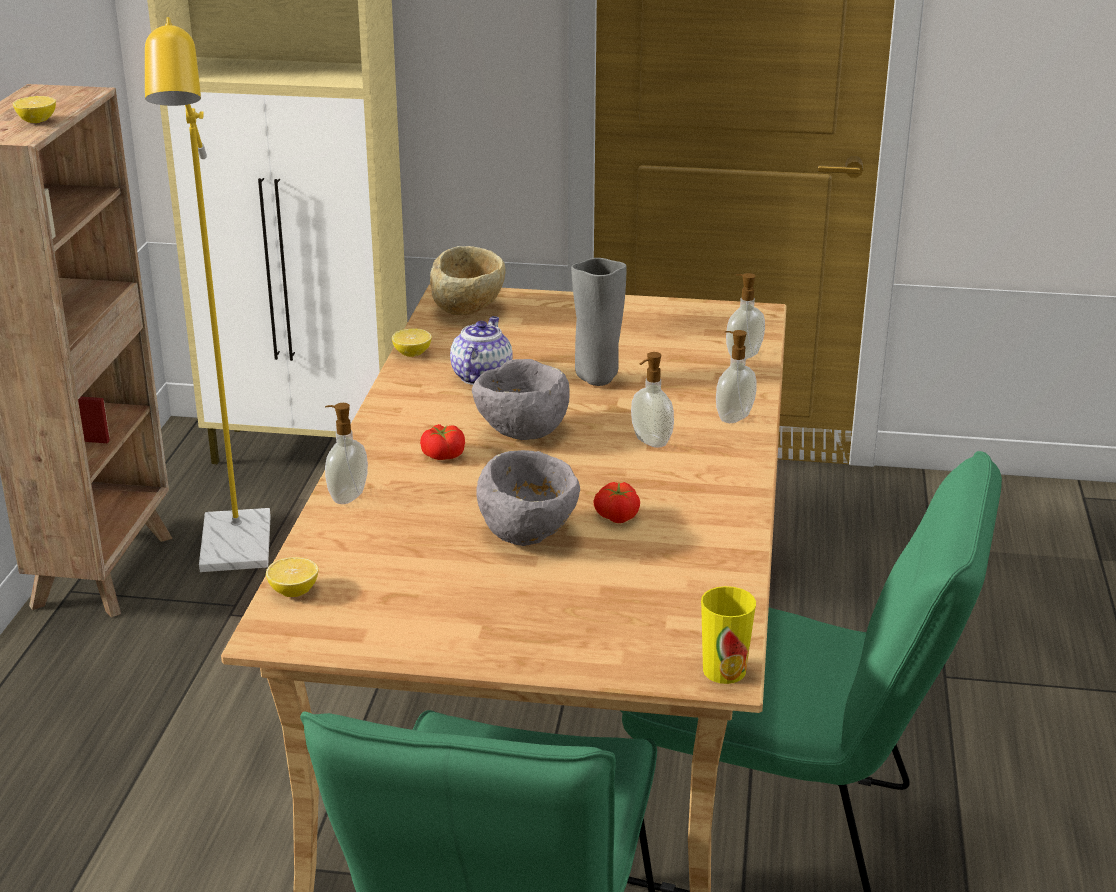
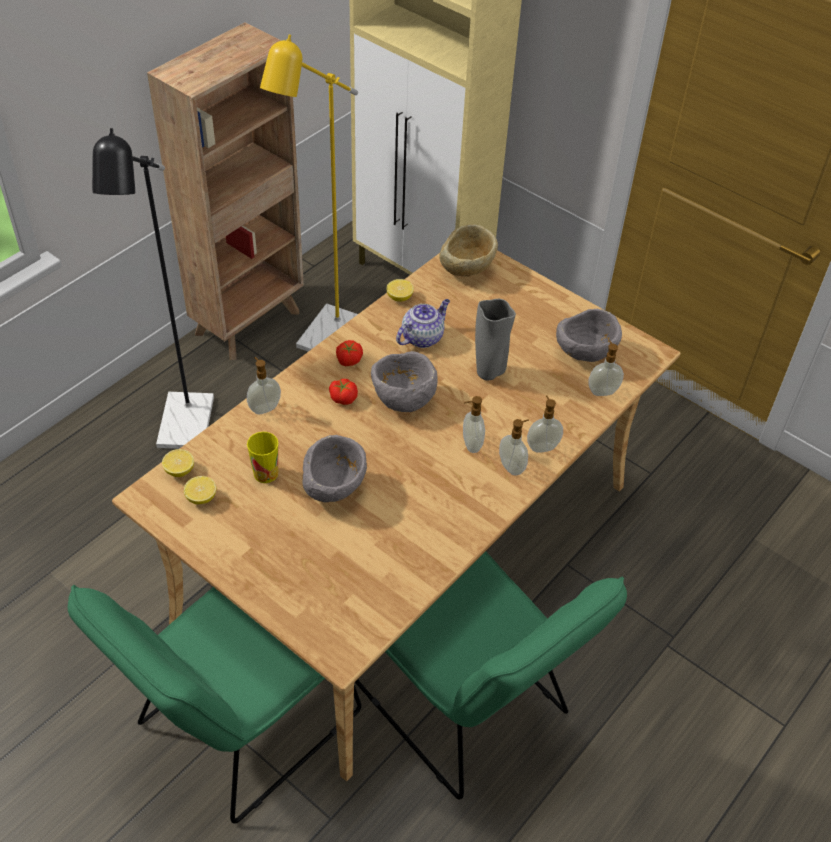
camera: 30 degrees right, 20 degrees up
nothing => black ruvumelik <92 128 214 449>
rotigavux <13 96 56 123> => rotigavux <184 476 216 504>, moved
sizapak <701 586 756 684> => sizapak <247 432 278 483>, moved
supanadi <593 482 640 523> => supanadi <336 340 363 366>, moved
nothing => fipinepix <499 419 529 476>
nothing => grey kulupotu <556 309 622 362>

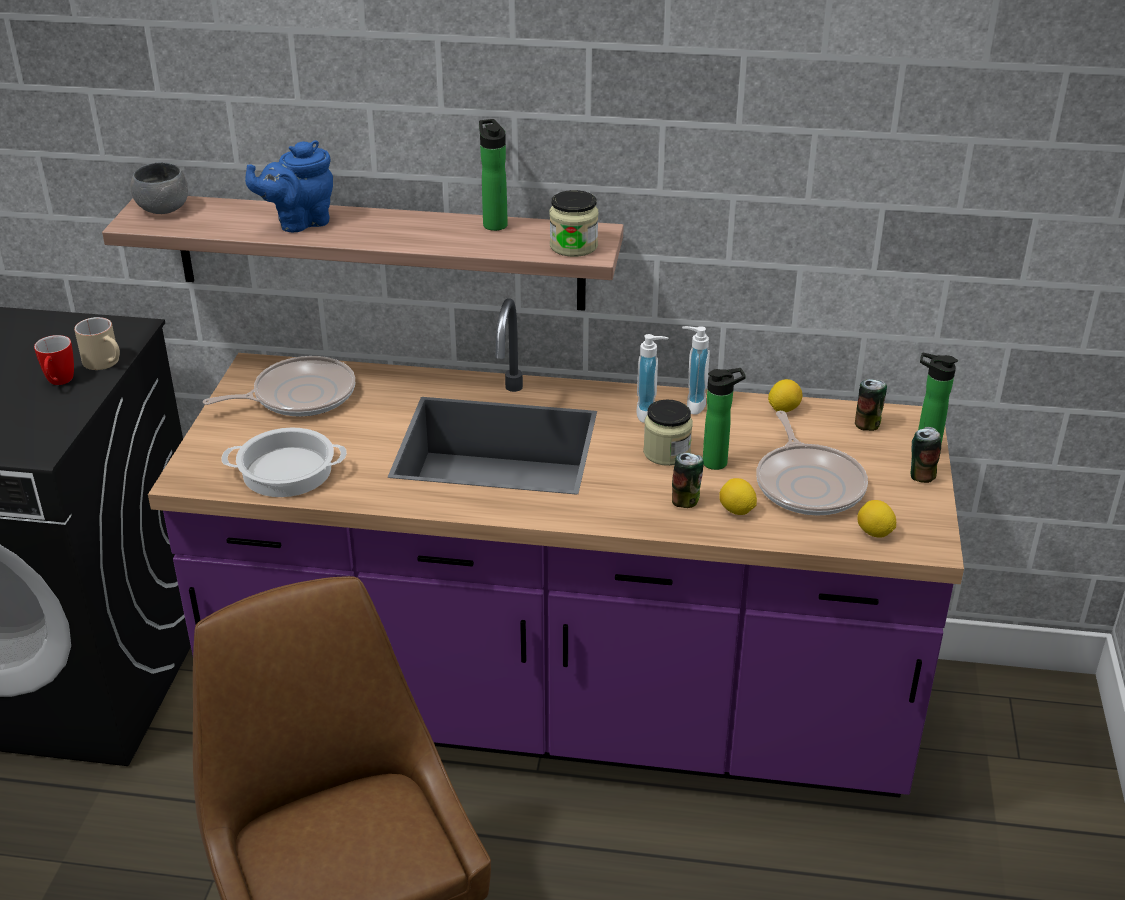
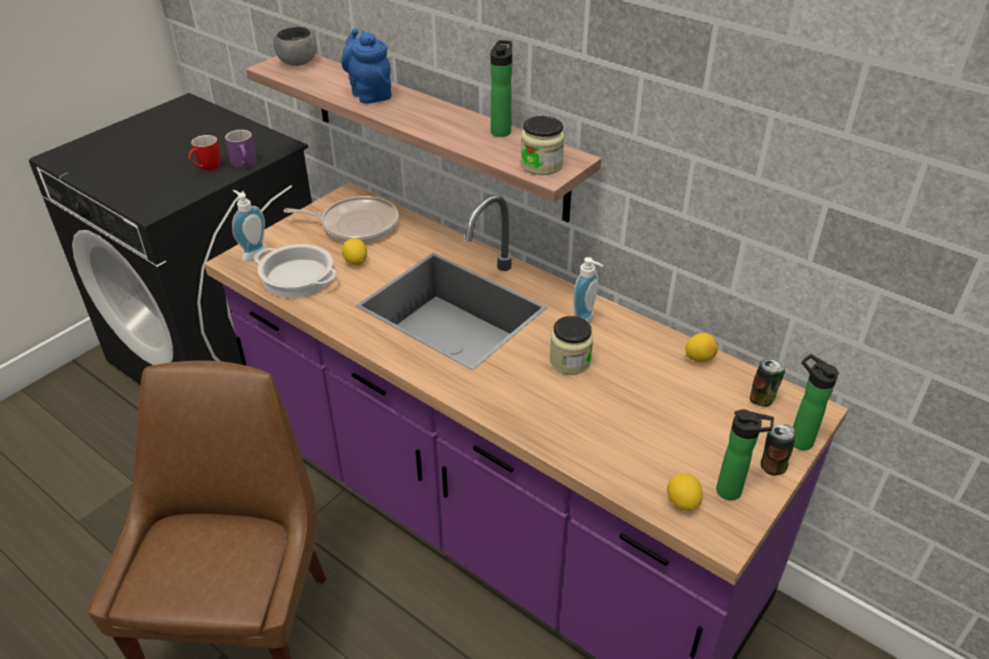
camera: 30 degrees right, 5 degrees up
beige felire <74 317 120 370> => purple felire <225 130 257 168>
fipinepix <682 326 710 415> => fipinepix <232 190 267 262>, moved
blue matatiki <245 140 333 232> => blue matatiki <341 28 392 104>, 60 degrees clockwise
rotigavux <719 478 757 515> => rotigavux <342 238 367 266>, moved
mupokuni <703 368 746 470> => mupokuni <716 409 774 500>, moved
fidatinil <672 453 704 508> => nothing
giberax <756 411 868 515> => nothing

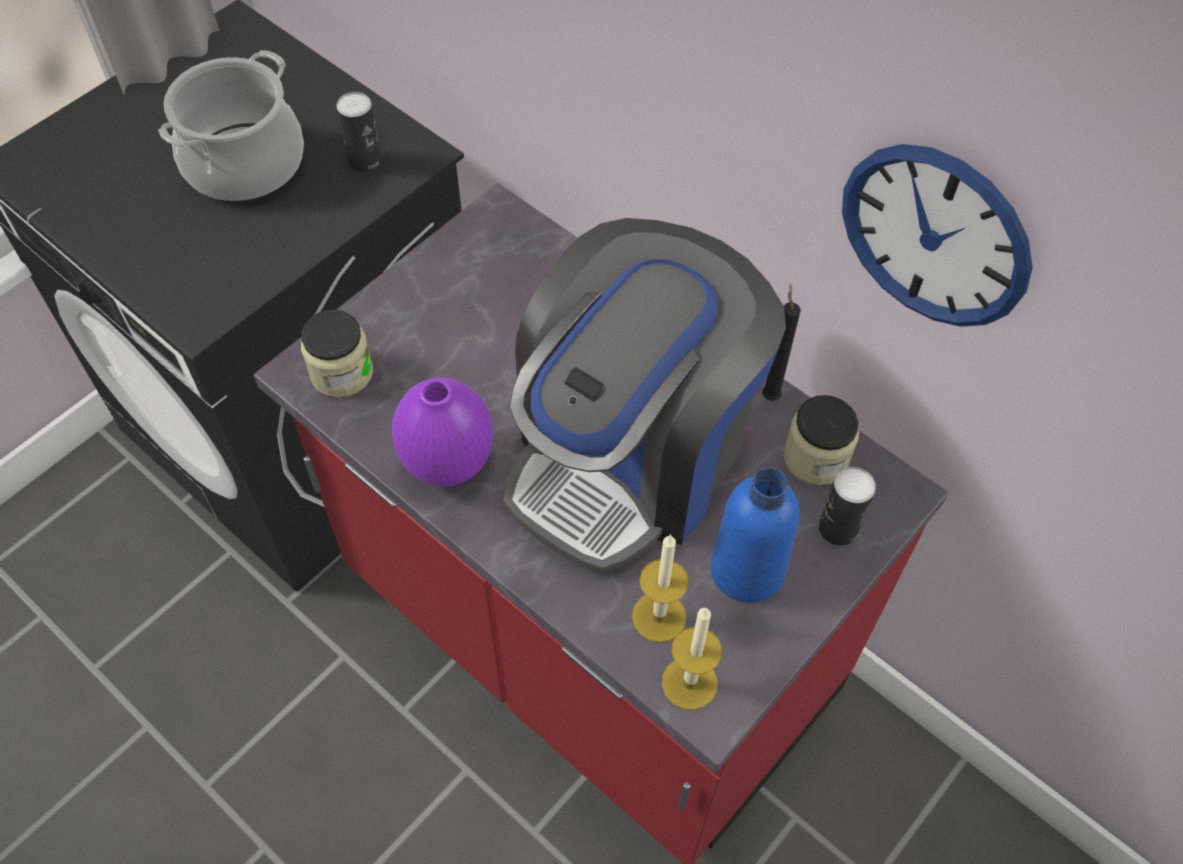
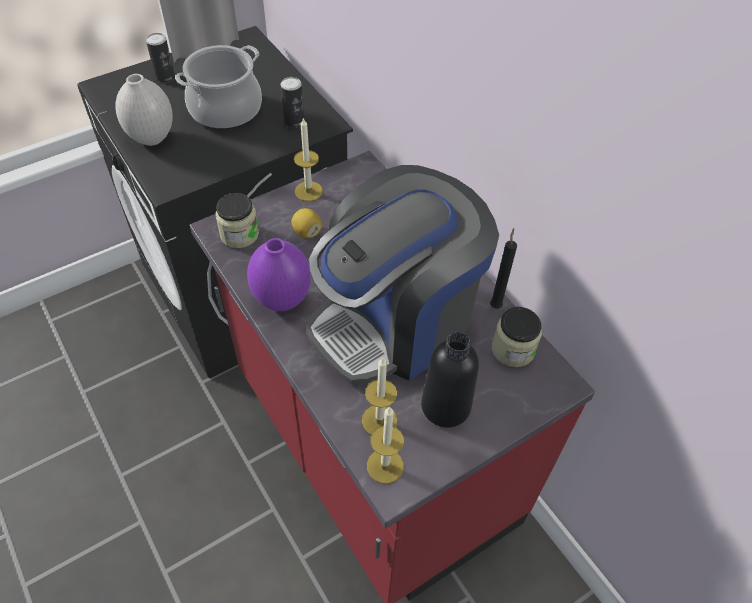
camera: 15 degrees right, 5 degrees down
nothing => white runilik <115 74 173 146>
fidatinil <819 467 876 546> => fidatinil <146 33 175 83>, moved
nothing => rotigavux <291 208 322 238>
nothing => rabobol <294 117 323 201>
blue mupokuni <710 467 799 603> => black mupokuni <421 332 479 428>
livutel <842 144 1033 327> => nothing

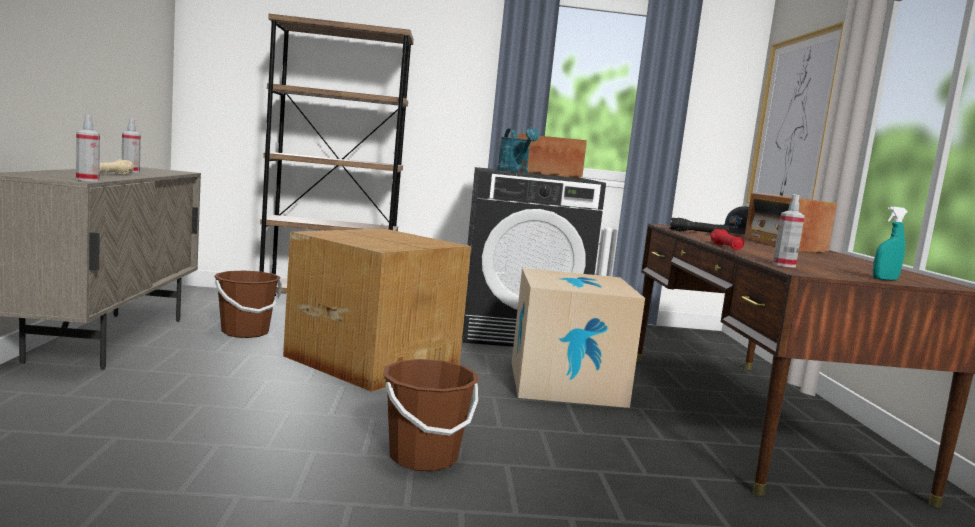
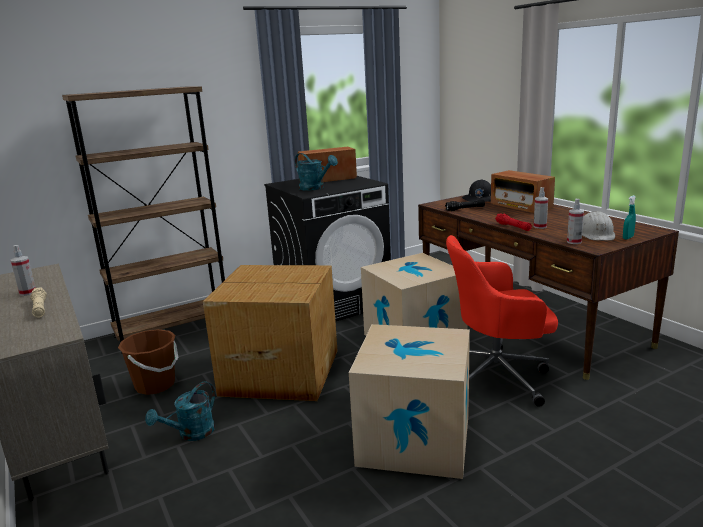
camera: 25 degrees left, 10 degrees up
nothing => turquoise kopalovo <145 381 215 441>
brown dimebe <383 359 479 471> => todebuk <349 324 470 479>
nothing => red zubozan <446 235 558 407>
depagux <76 114 100 181> => depagux <534 187 548 229>, moved
nothing => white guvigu <582 211 615 241>
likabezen <746 21 845 203> => nothing

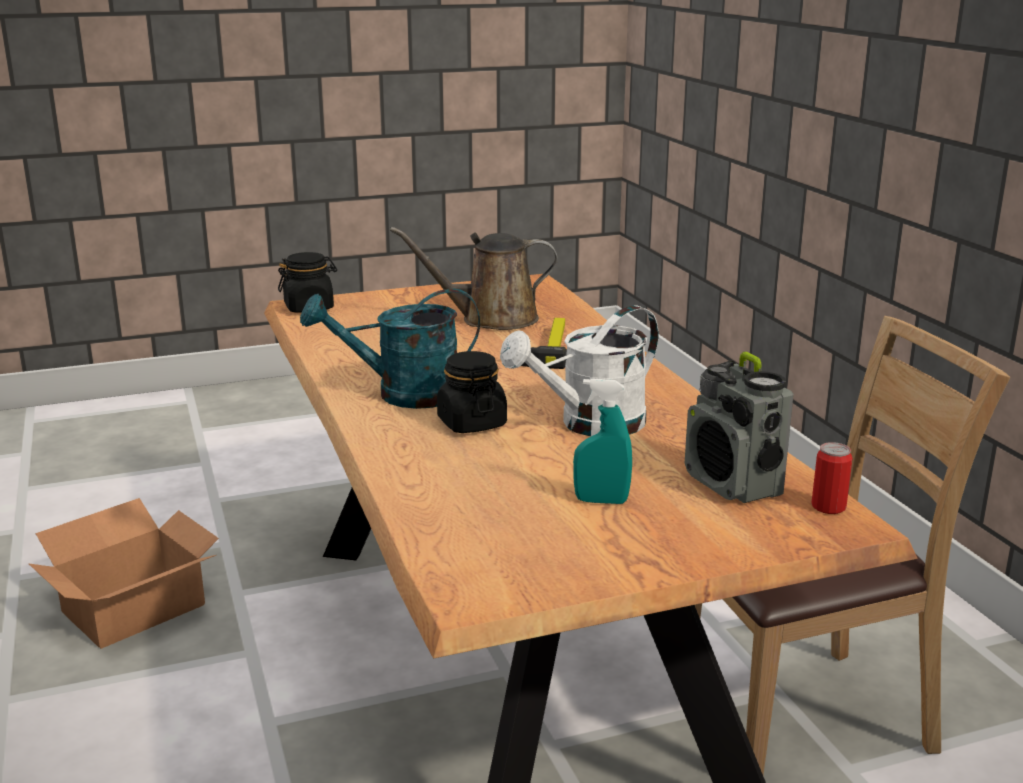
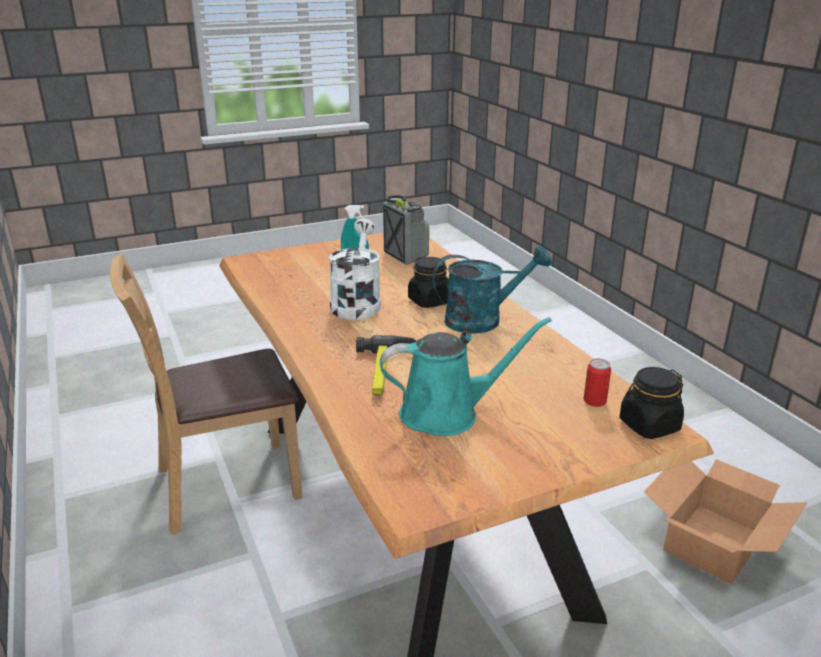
camera: 175 degrees right, 5 degrees up
white kopalovo <500 306 658 437> => white kopalovo <329 218 381 320>, 45 degrees counterclockwise
brown kopalovo <390 227 558 330> => turquoise kopalovo <380 317 552 436>
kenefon <685 352 794 503> => kenefon <383 195 429 265>, moved
fidatinil <811 442 853 514> => fidatinil <584 359 611 407>, moved

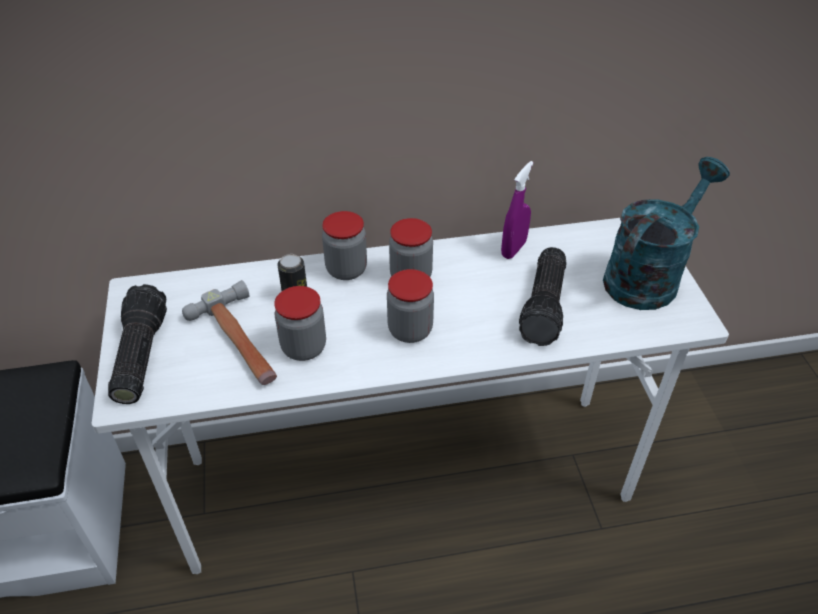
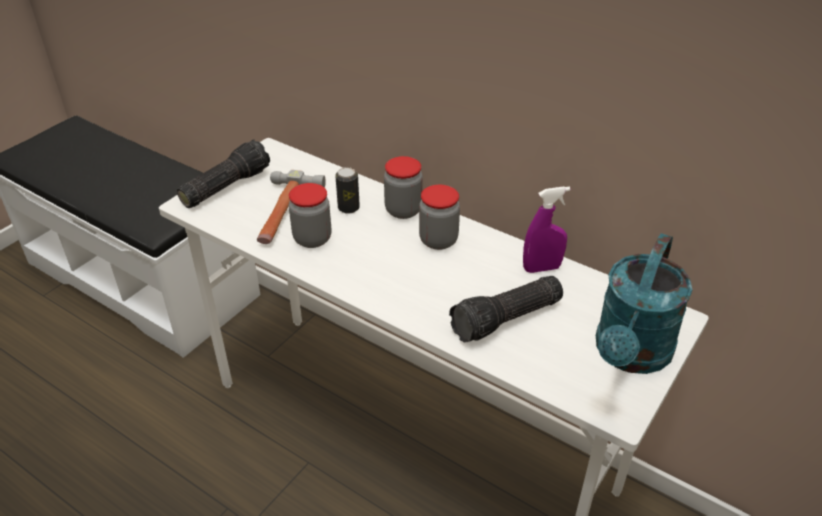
camera: 45 degrees right, 5 degrees down
turquoise kopalovo <603 157 730 310> => turquoise kopalovo <596 233 692 374>, 120 degrees clockwise
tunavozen <387 269 434 343> => nothing

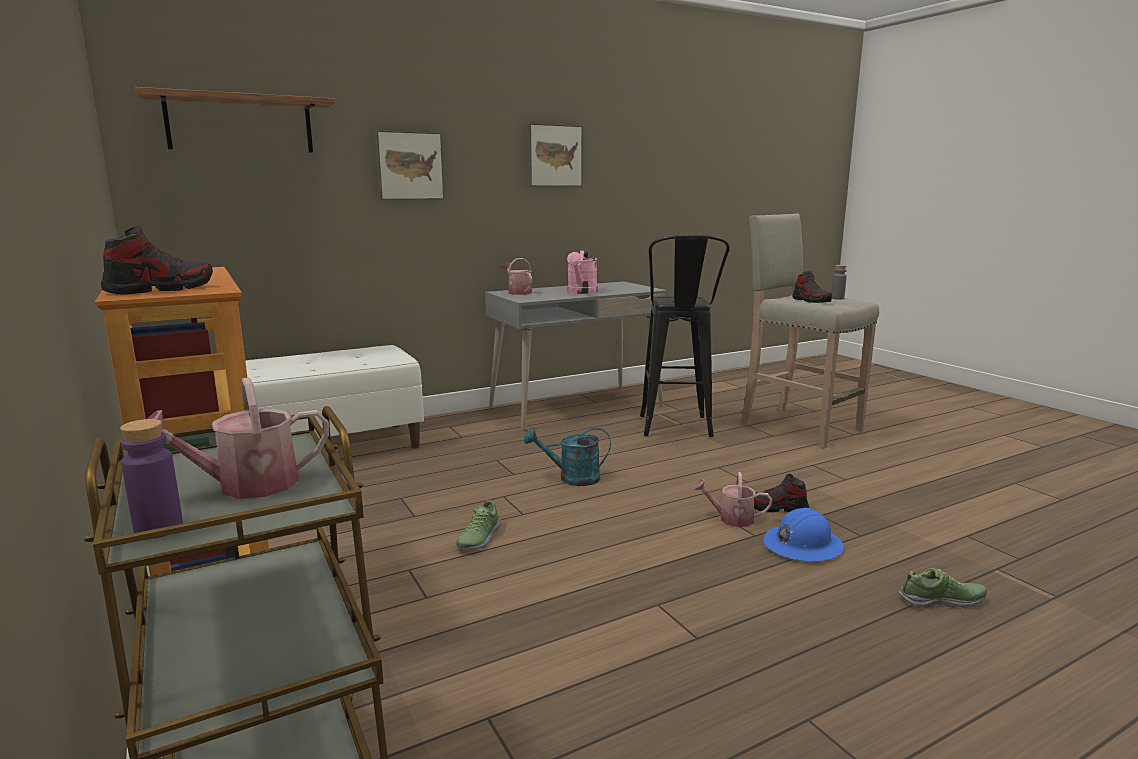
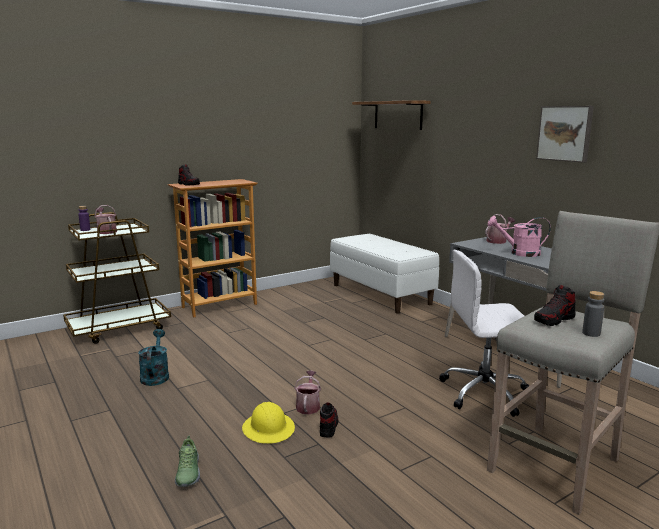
camera: 85 degrees right, 0 degrees up
turquoise kopalovo <524 428 611 486> => turquoise kopalovo <138 329 169 386>, moved
blue guvigu <764 508 844 562> => yellow guvigu <242 402 295 444>
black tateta <640 235 730 437> => white zubozan <439 250 529 417>
likabezen <375 130 445 200> => nothing
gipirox <456 498 501 550> => nothing

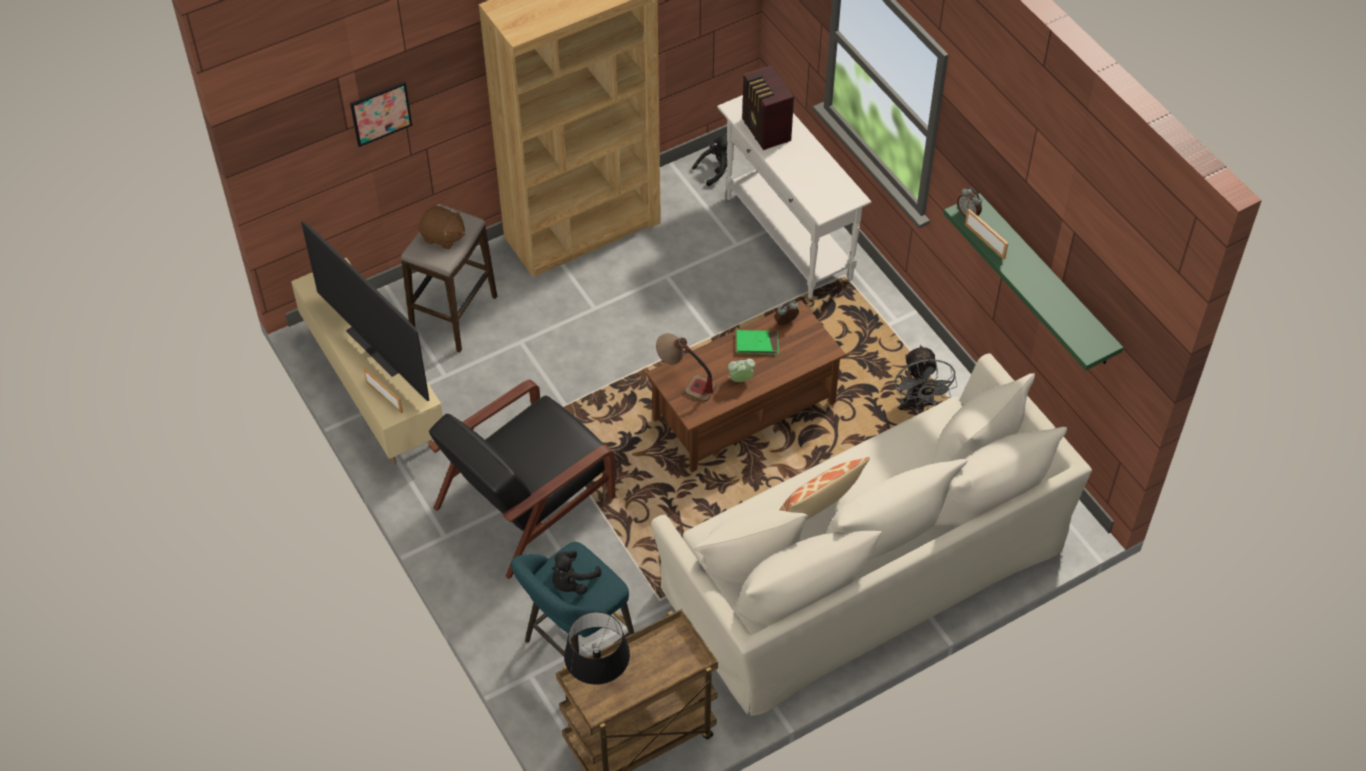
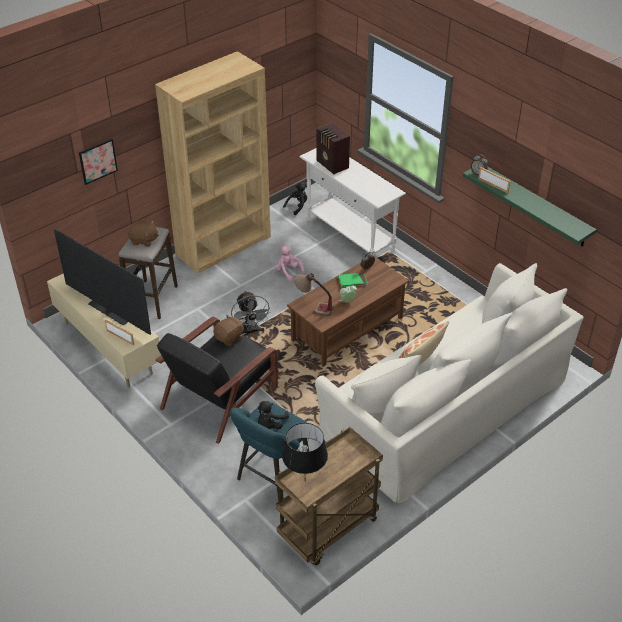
camera: 10 degrees left, 10 degrees down
nothing => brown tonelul <213 315 244 346>
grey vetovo <895 344 957 411> => grey vetovo <231 291 271 335>, moved
nothing => pink tonelul <275 246 305 281>

